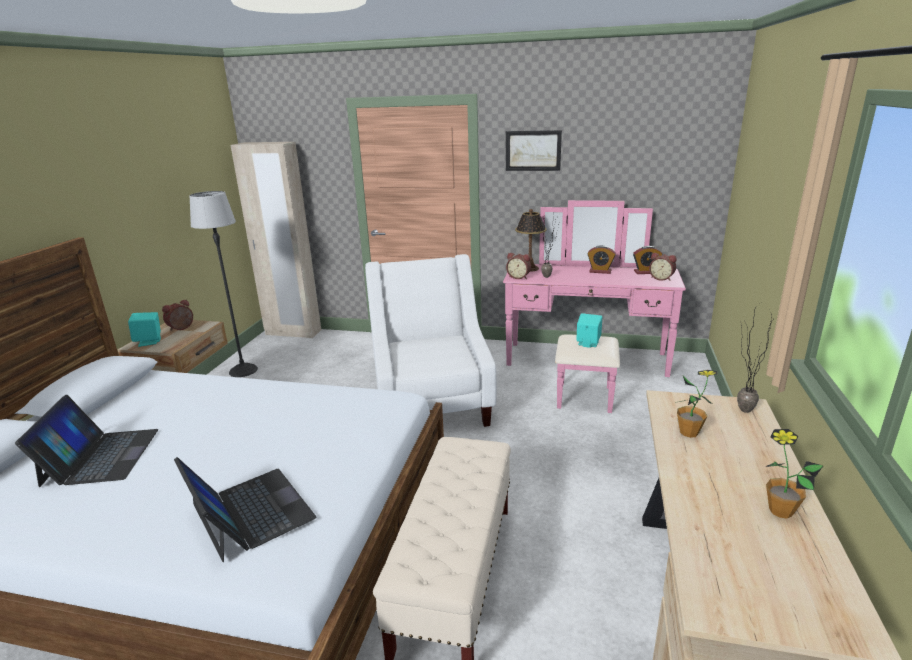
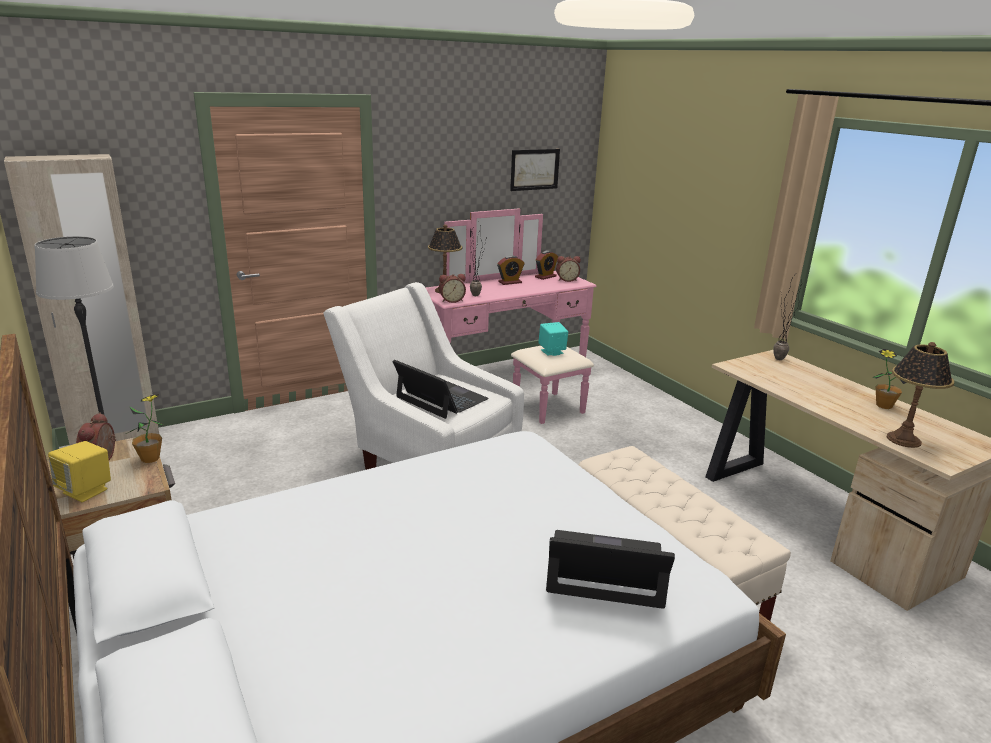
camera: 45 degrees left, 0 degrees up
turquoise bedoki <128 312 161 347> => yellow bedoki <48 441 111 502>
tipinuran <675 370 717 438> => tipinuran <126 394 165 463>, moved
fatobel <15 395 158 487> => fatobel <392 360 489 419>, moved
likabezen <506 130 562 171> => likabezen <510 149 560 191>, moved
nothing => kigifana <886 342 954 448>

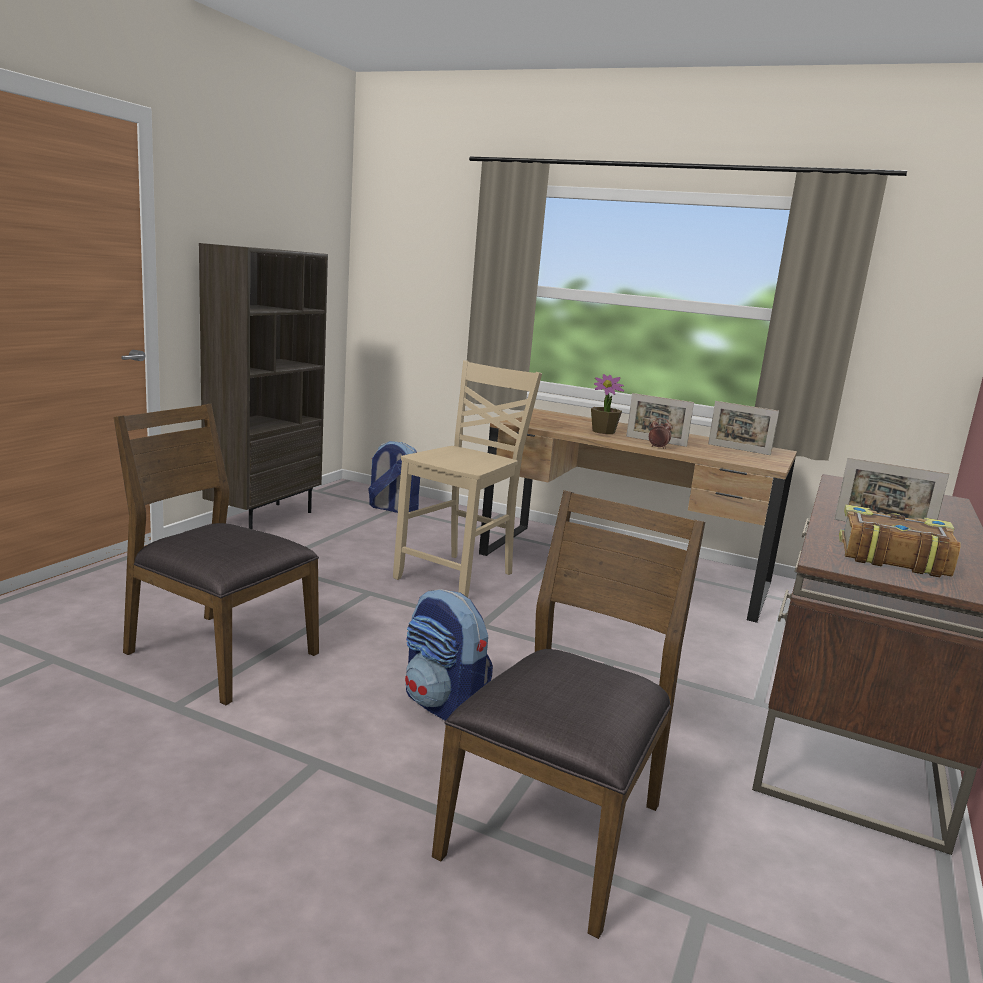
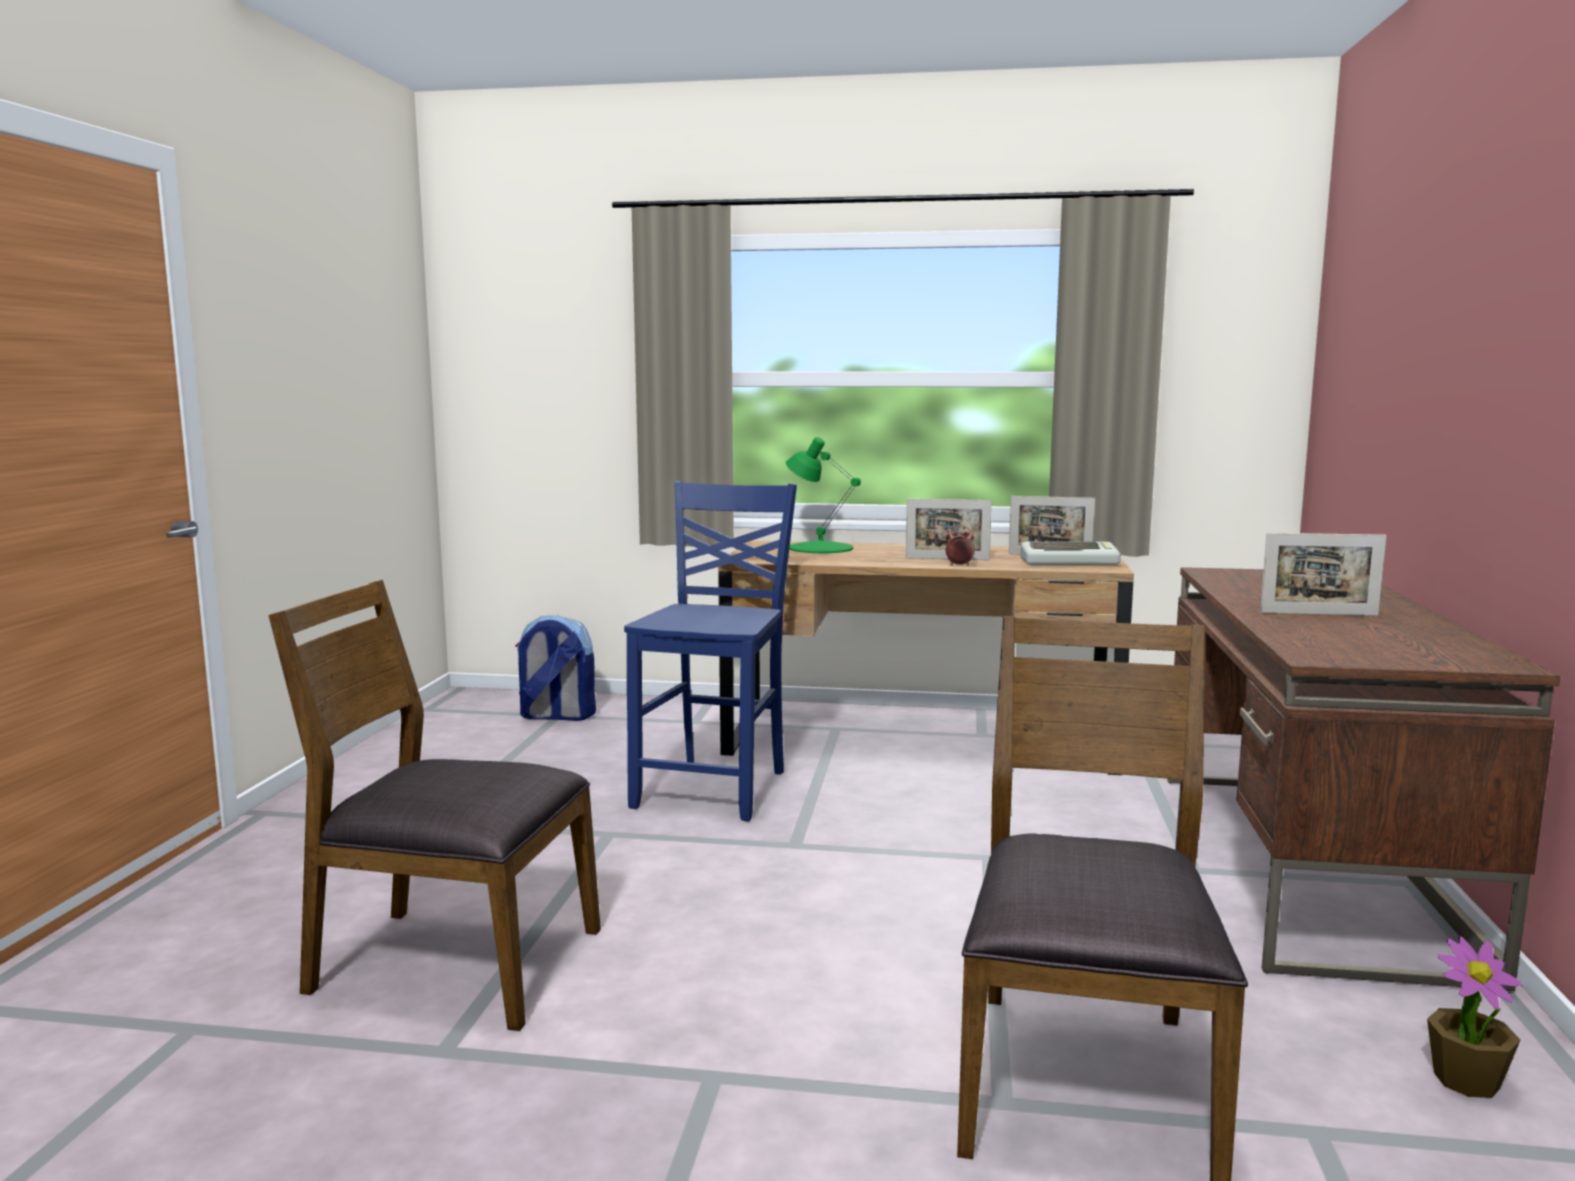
camera: 15 degrees left, 5 degrees down
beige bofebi <393 360 542 598> => blue bofebi <624 481 797 821>
nothing => green kigifana <786 437 861 553>
nothing => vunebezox <1021 542 1121 565>
tipinuran <591 374 624 434> => tipinuran <1427 936 1522 1098>, moved
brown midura <199 243 328 529> => nothing
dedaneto <405 589 493 721> => nothing
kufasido <839 504 961 577> => nothing

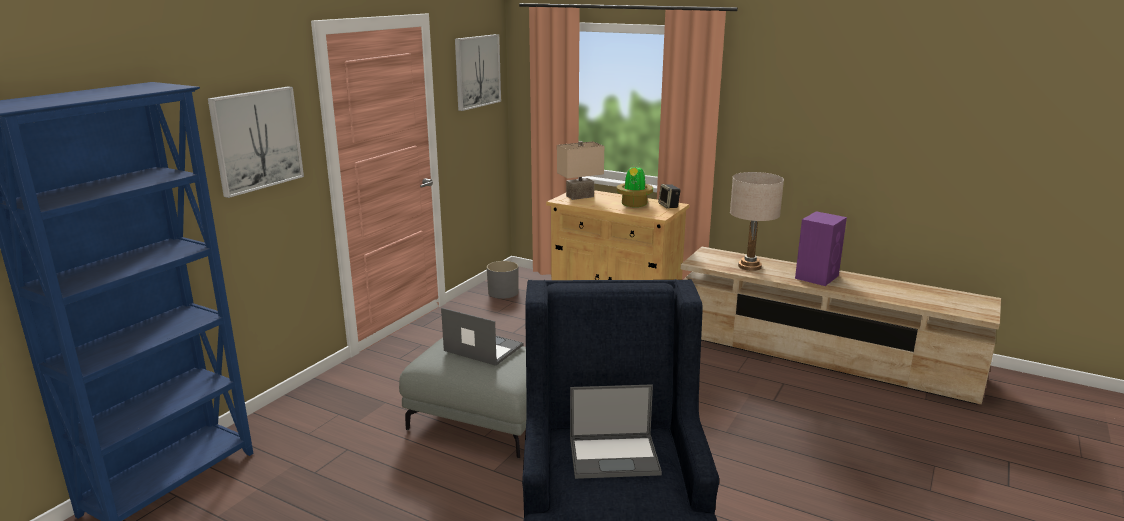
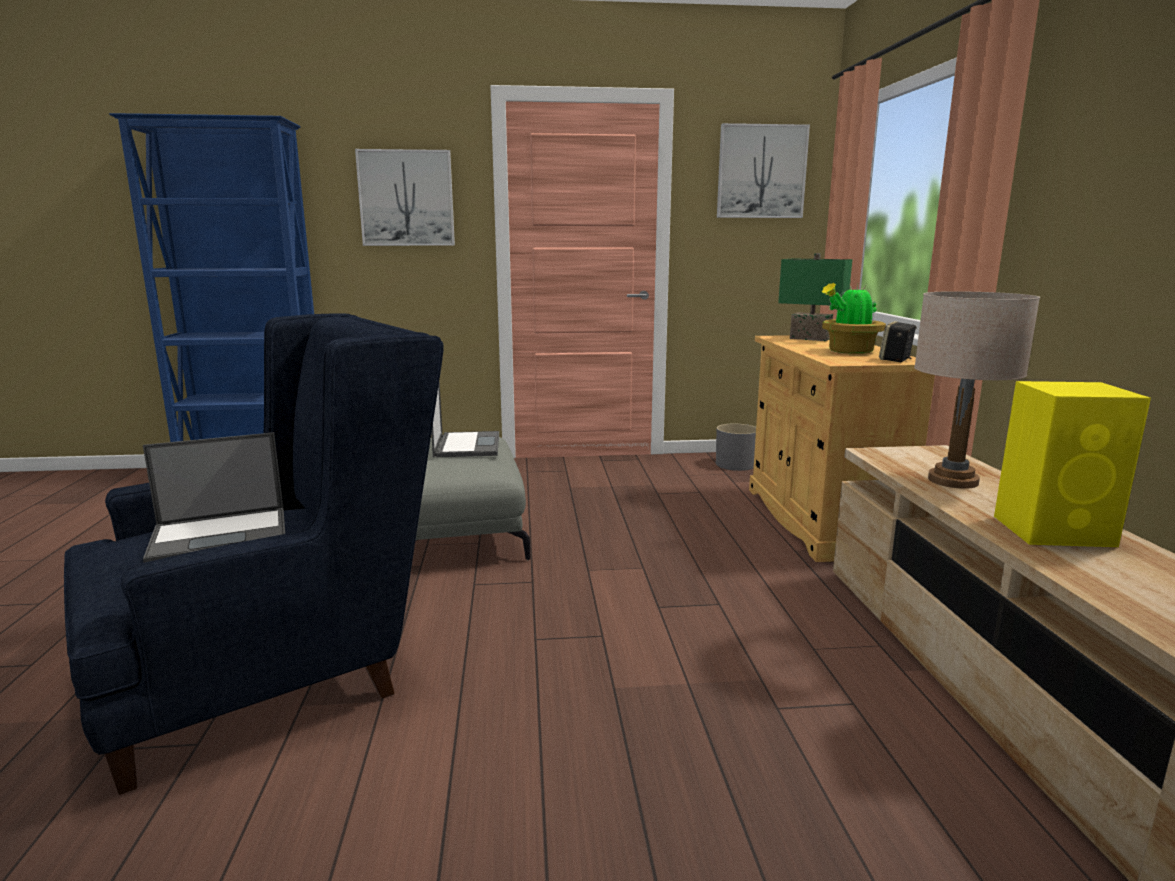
camera: 55 degrees right, 5 degrees down
fatobel <570 384 662 479> => fatobel <143 432 285 563>, 75 degrees counterclockwise
beige kigifana <557 141 604 200> => green kigifana <778 253 852 341>
purple bedoki <795 211 847 286> => yellow bedoki <994 381 1151 547>

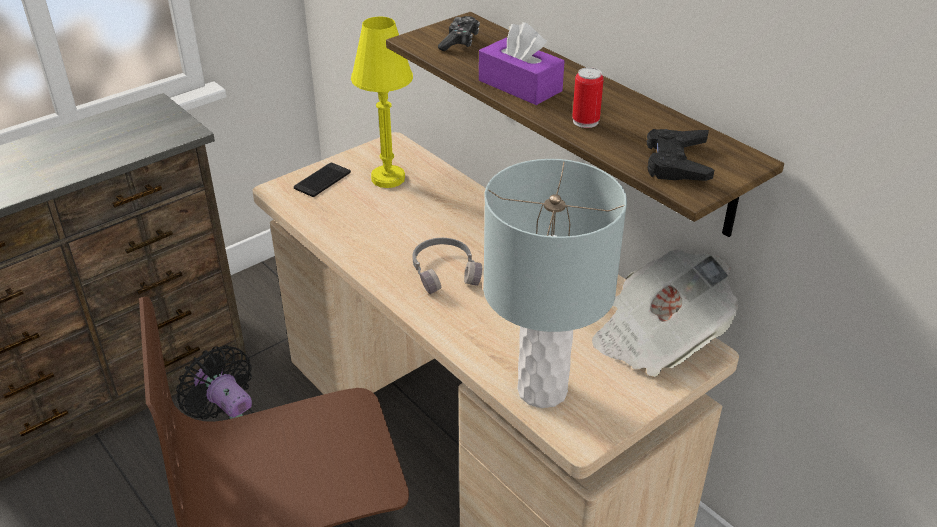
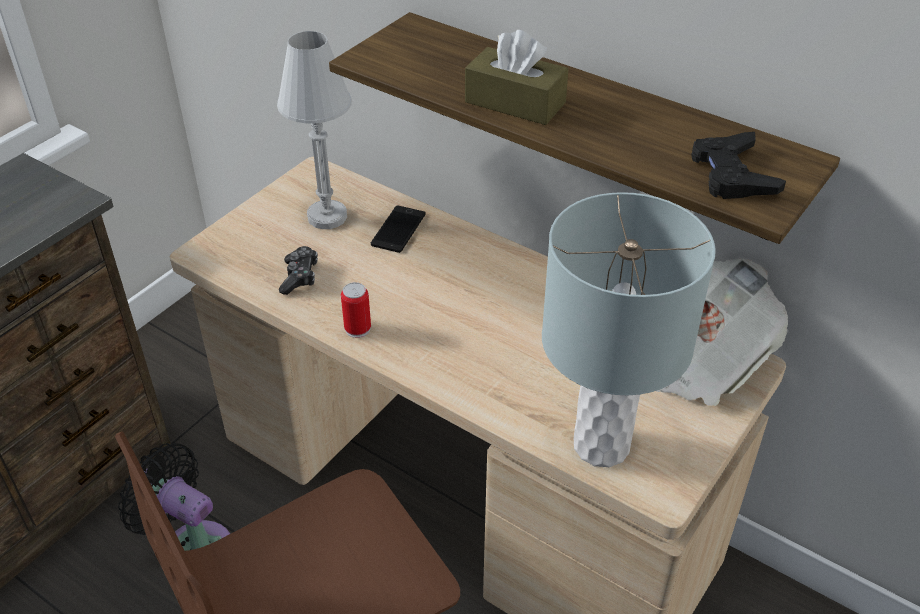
camera: 15 degrees left, 5 degrees up
yellow kigifana <351 17 413 188> => white kigifana <277 31 352 229>
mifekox <438 16 480 51> => mifekox <279 246 318 295>, moved
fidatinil <572 67 604 128> => fidatinil <341 282 371 338>, moved
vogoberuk <294 163 351 197> => vogoberuk <371 205 426 253>, moved
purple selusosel <479 22 564 105> => brown selusosel <465 30 568 125>
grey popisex <413 238 482 294> => nothing

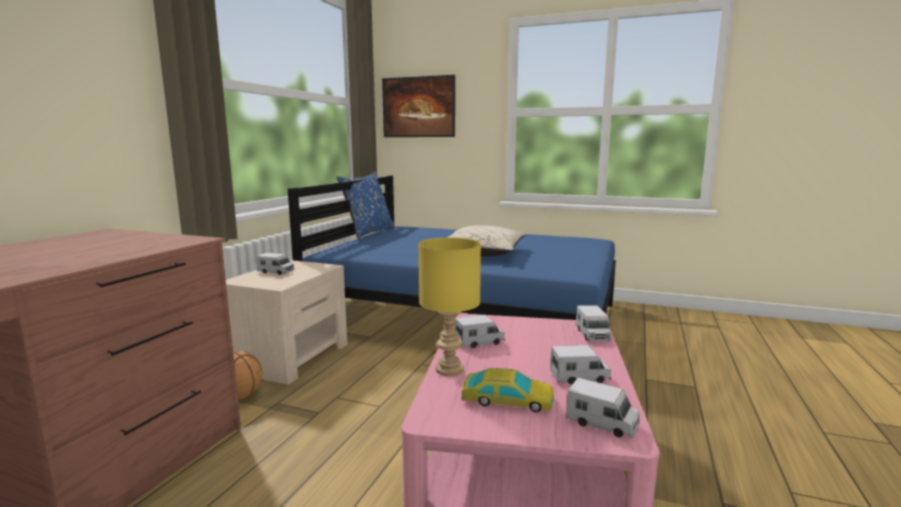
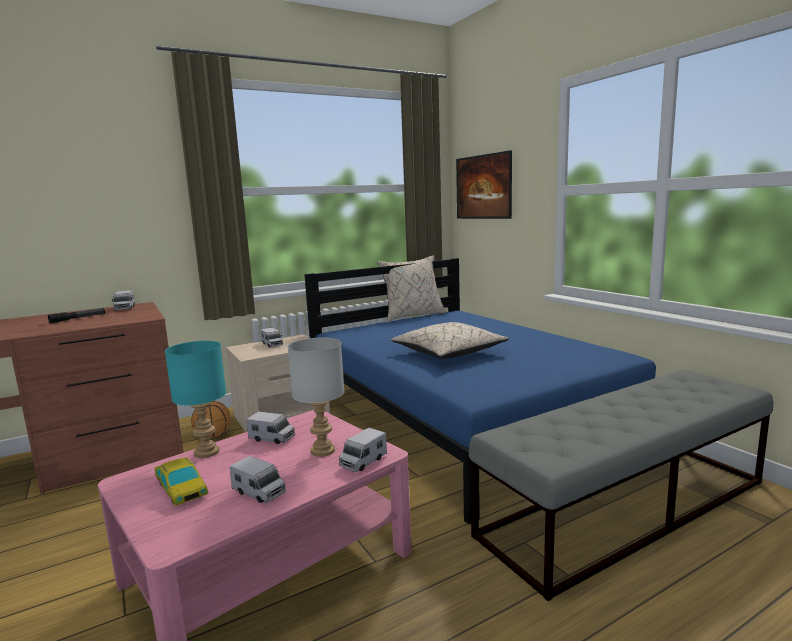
camera: 40 degrees right, 0 degrees up
nothing => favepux <48 308 105 323>
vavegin <566 378 640 438> => vavegin <112 290 135 311>, moved
yellow kigifana <418 238 481 376> => turquoise kigifana <165 341 226 458>
nothing => grey kigifana <288 338 344 457>
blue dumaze <336 172 395 239> => beige dumaze <377 255 446 321>
nothing => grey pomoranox <469 370 774 601>

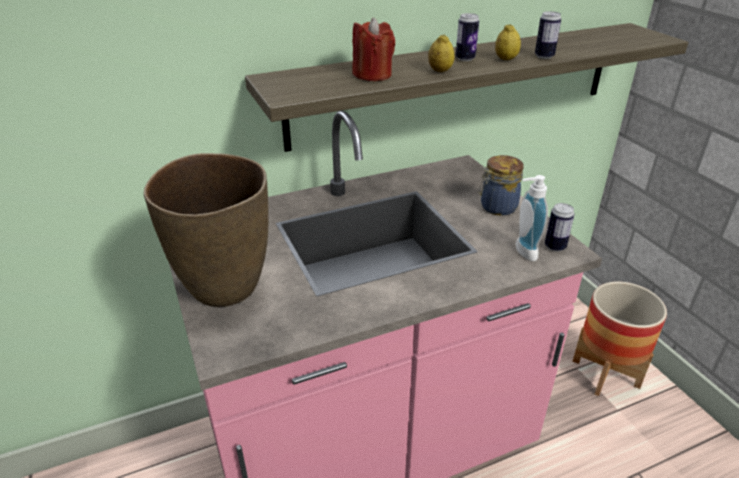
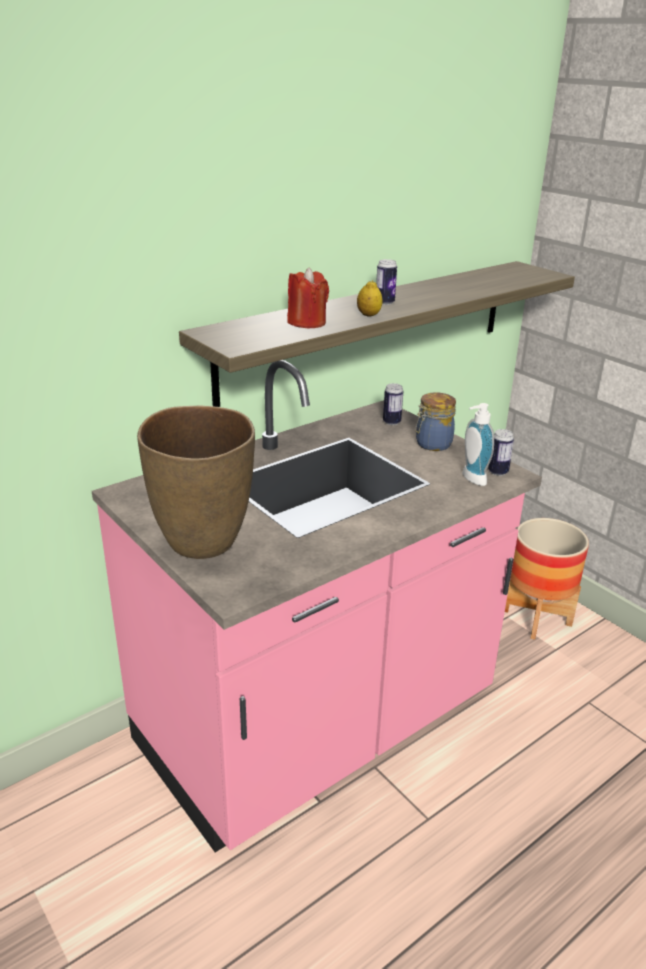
camera: 15 degrees left, 5 degrees down
fidatinil <535 11 561 59> => fidatinil <383 383 403 425>, moved
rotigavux <495 24 521 60> => nothing

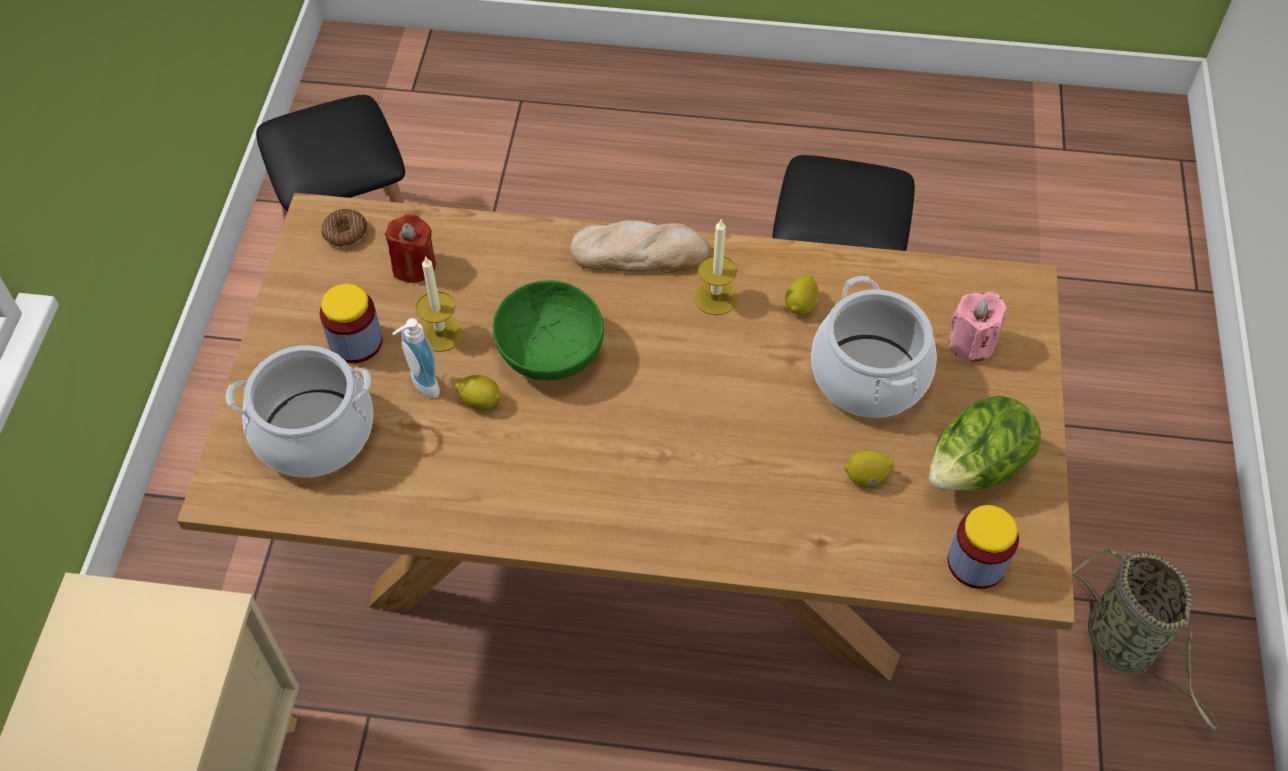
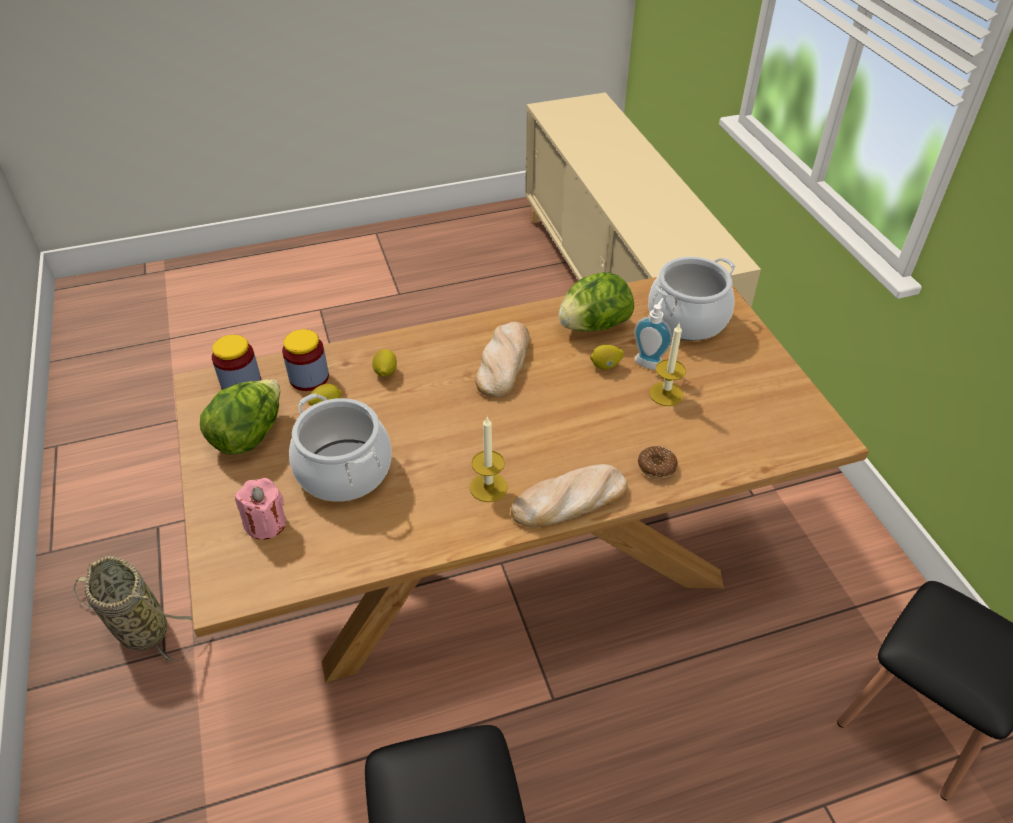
camera: 155 degrees right, 10 degrees down
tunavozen <320 284 382 363> => tunavozen <282 329 329 391>, moved
rotigavux <785 275 819 315> => rotigavux <372 349 397 377>, moved
nothing => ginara <475 321 530 397>
nothing => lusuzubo <558 272 634 332>
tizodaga <321 209 367 247> => tizodaga <638 446 678 479>, moved
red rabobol <385 214 436 283> => nothing
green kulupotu <493 280 604 380> => nothing

